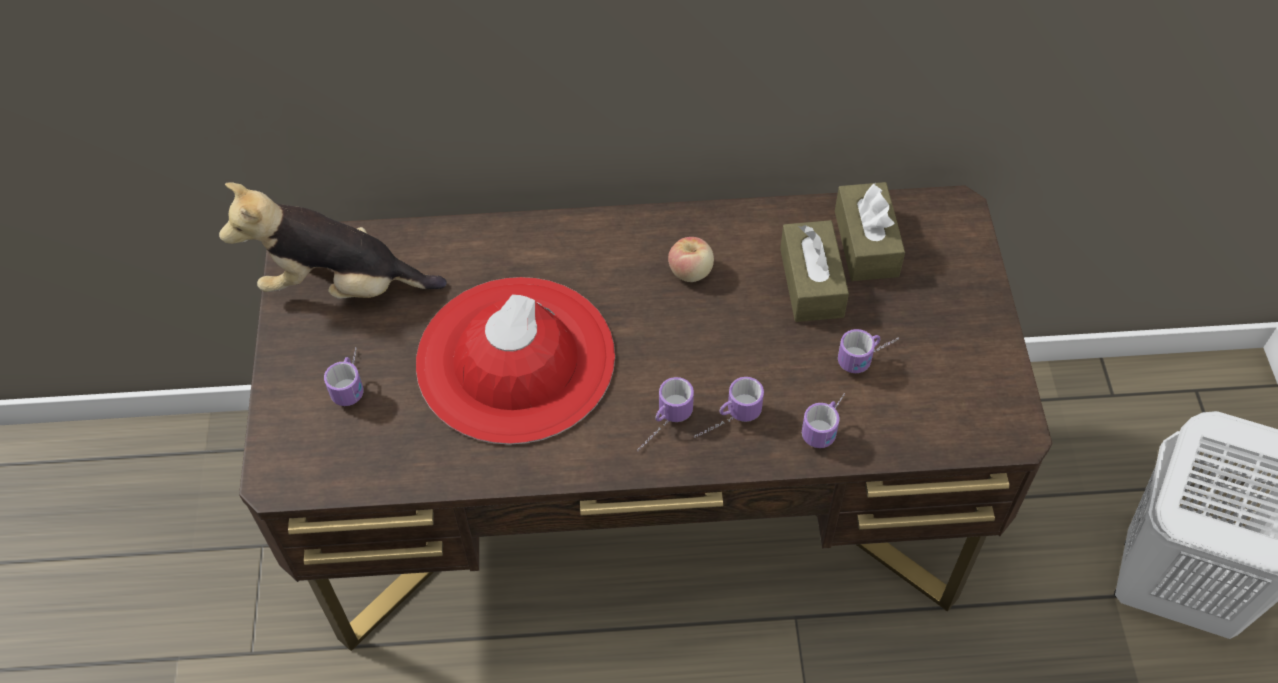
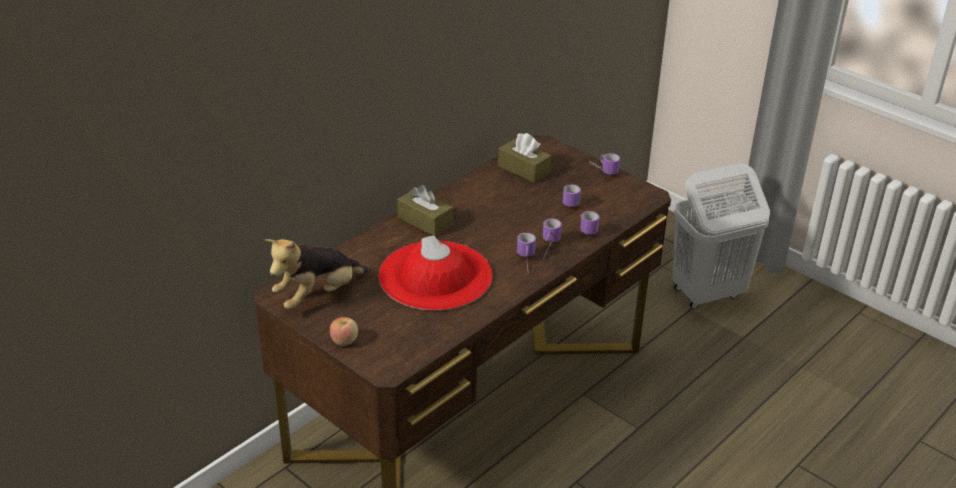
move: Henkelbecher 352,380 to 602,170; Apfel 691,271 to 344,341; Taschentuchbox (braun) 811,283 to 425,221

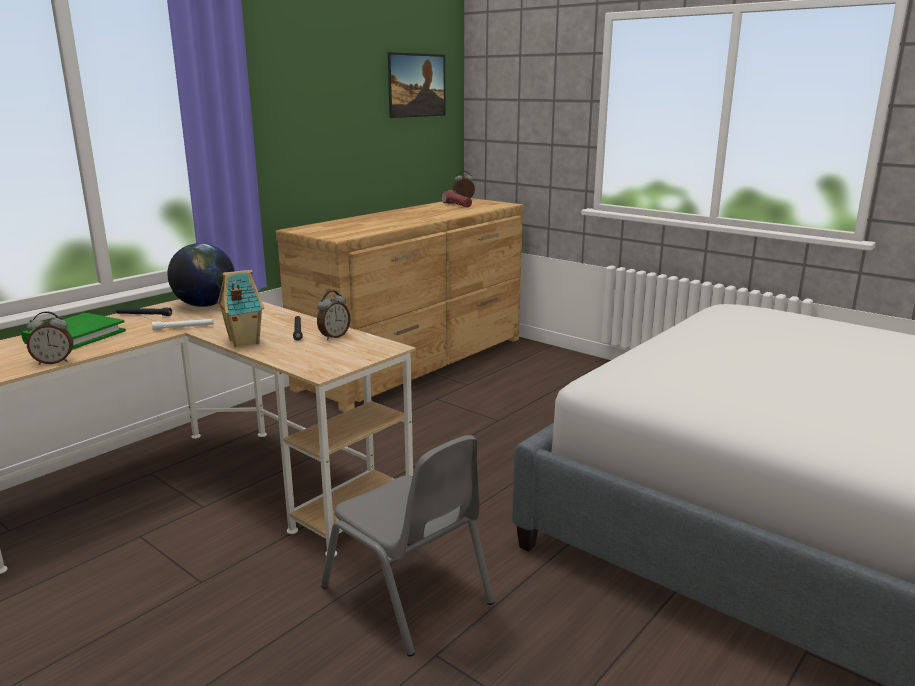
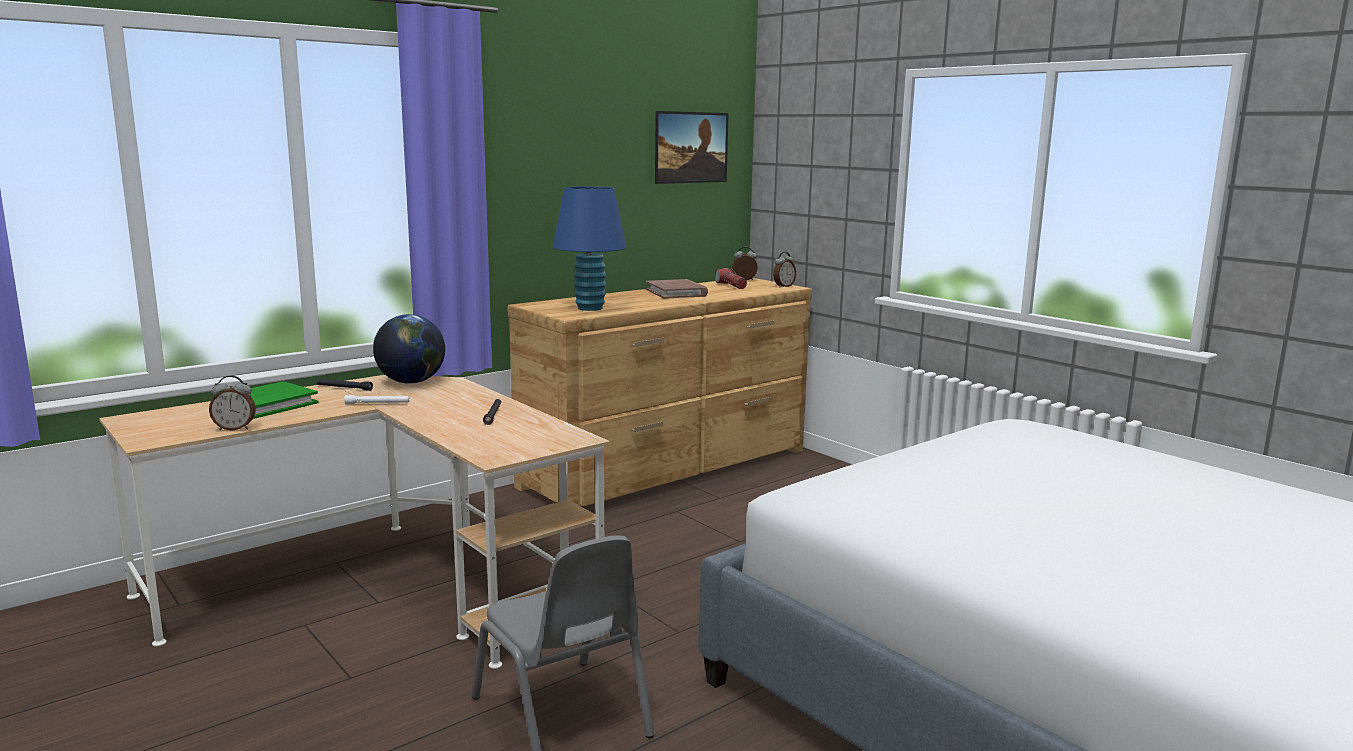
delete: Spielzeughaus 243,342
insert: Tischlampe (blau) 590,308; Buch (braun) 676,292
move: Wecker 334,336 to 783,286

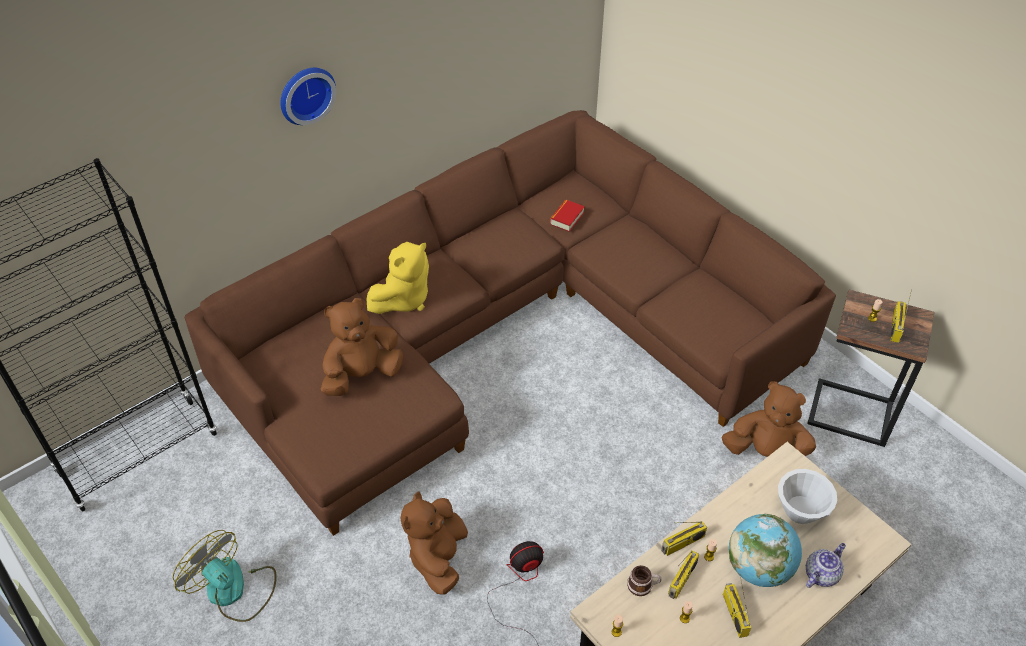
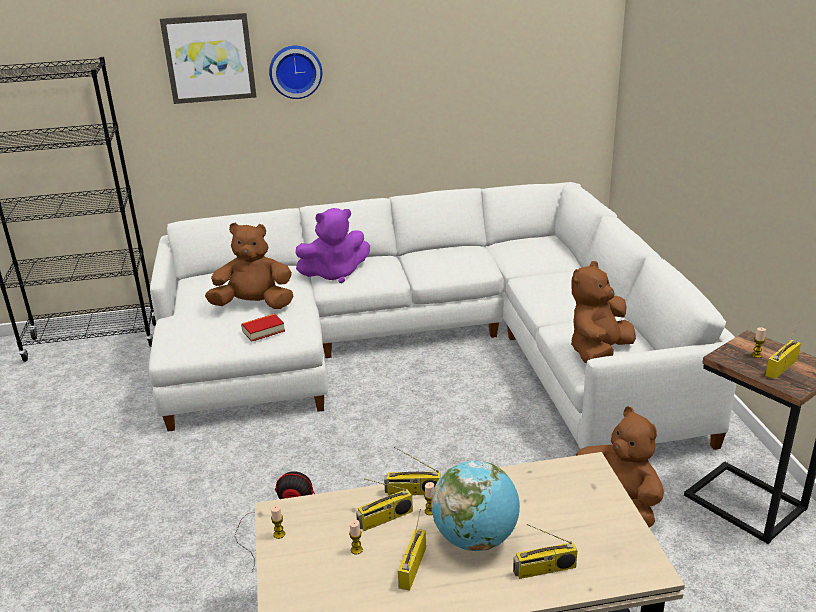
delete: Ventilator 234,590; Henkelbecher 643,585; Schüssel (weiß) 800,511
insert: Bild 209,58
move: Plüschtier (braun) 438,557 to 598,353; Buch 567,218 to 263,331
replace: Teekanne 821,574 to Radio 544,570
recolor: Sofa (braun) 503,334 to Sofa (weiß) 428,348; Plüschtier (gelb) 403,299 to Plüschtier (lila) 335,274

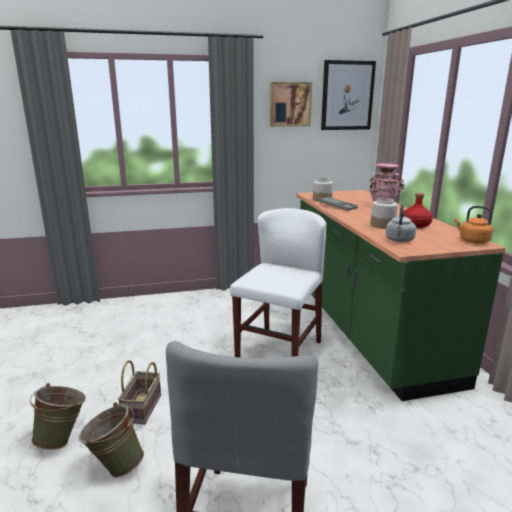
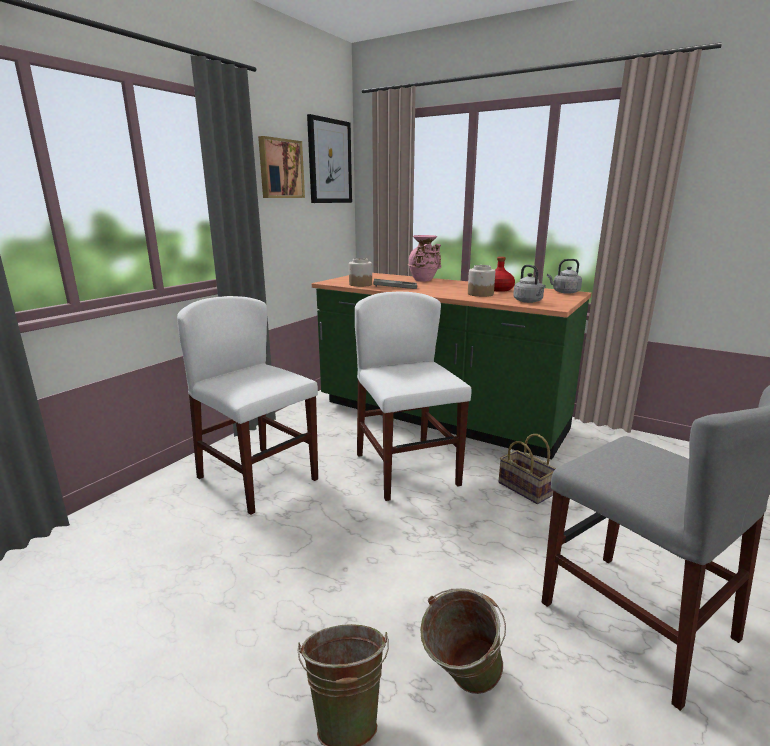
insert: Stuhl (weiß) 258,478
move: Korb 142,409 to 527,489
recolor: Wasserkessel (orange) 472,241 to Wasserkessel (grau) 564,292

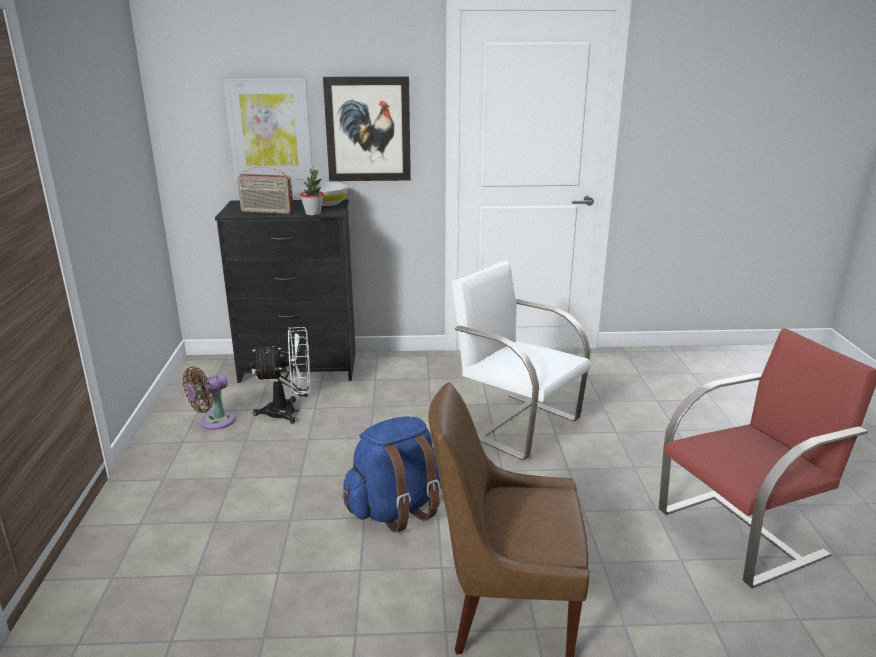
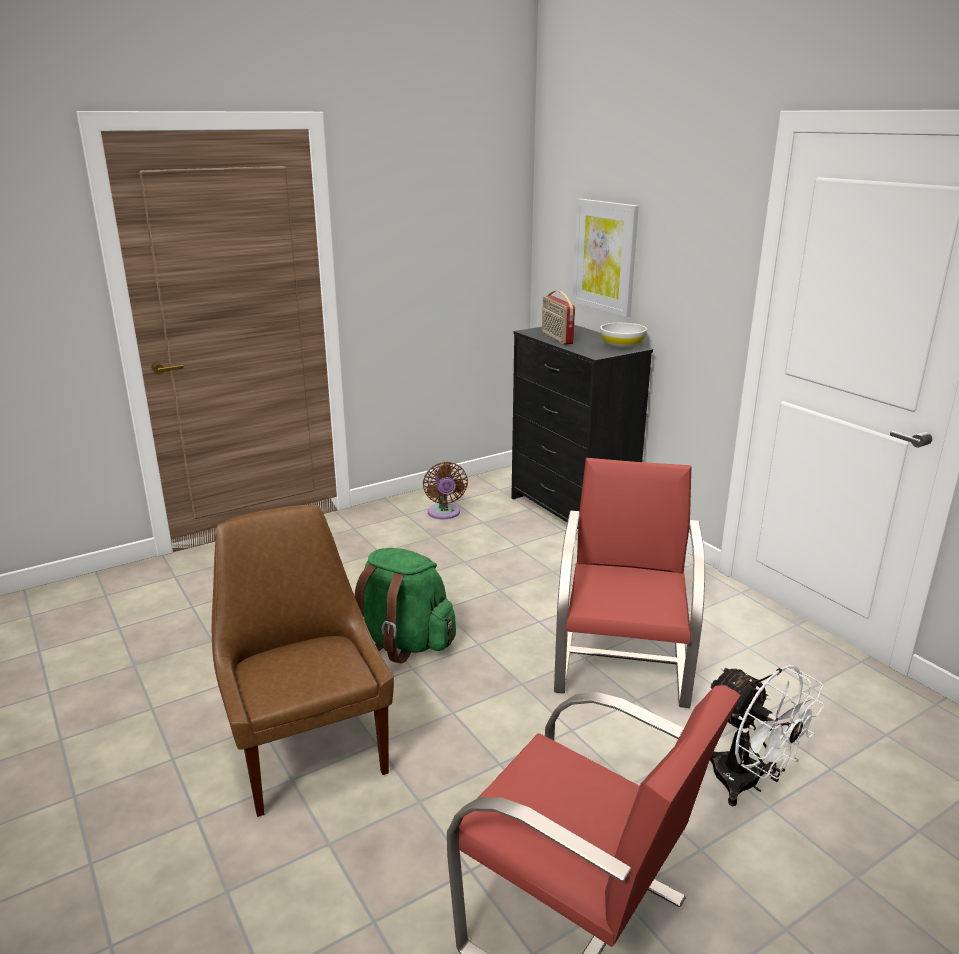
delete: Topfpflanze 313,213; Bild 368,129
move: Ventilator (weiß) 289,412 to 747,783
recolor: Rucksack (blau) 396,509 to Rucksack (grün) 403,643; Stuhl (weiß) 516,424 to Stuhl (rot) 623,666
rotate: Ventilator (braun) 213,422 = 444,514 120 degrees counterclockwise

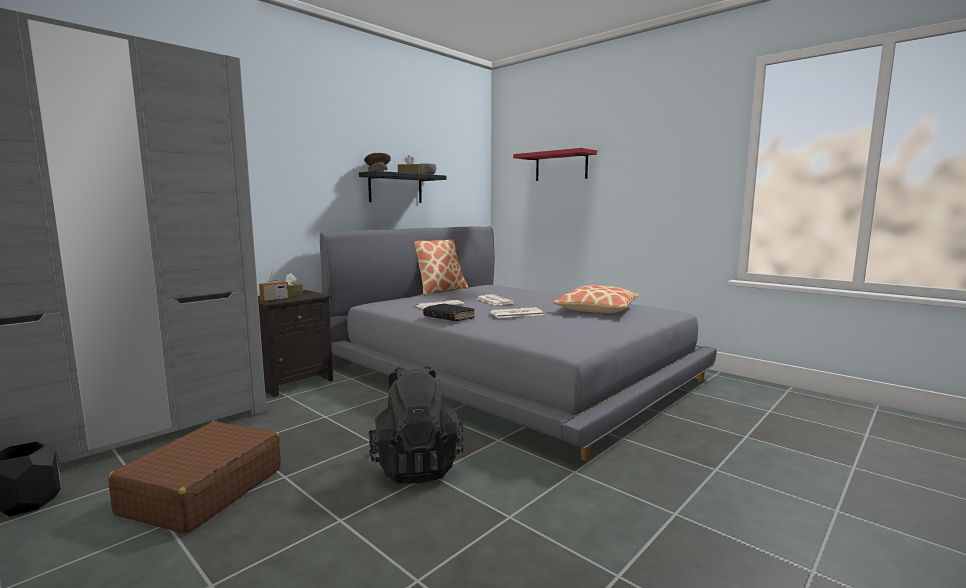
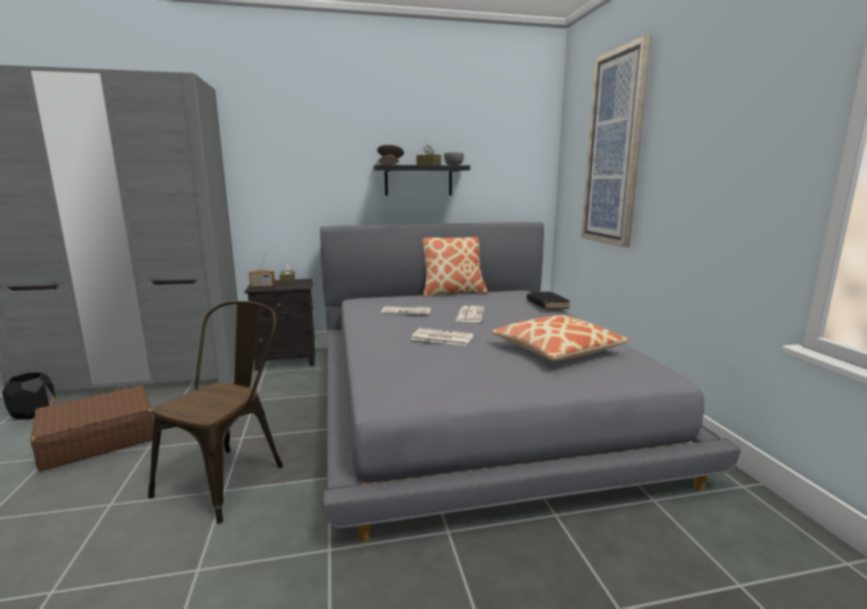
move: Buch (schwarz) 449,318 to 547,305
replace: Rucksack (schwarz) 416,466 to Stuhl (braun) 229,476; Wandregal (rot) 561,166 to Bild 614,149

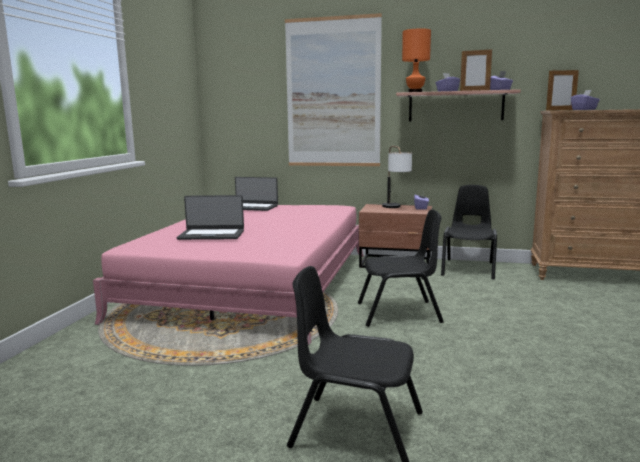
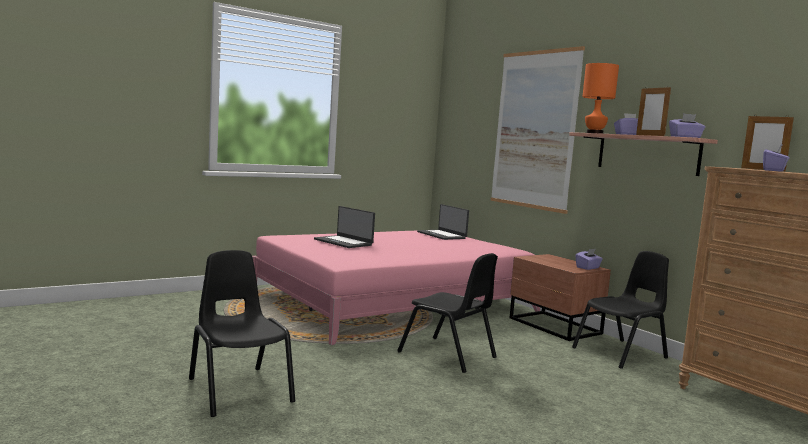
delete: Tischlampe 395,208

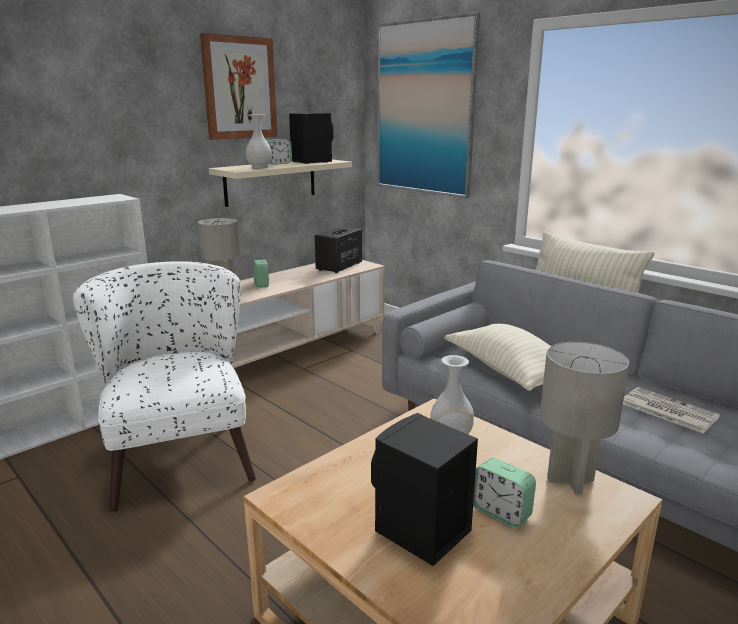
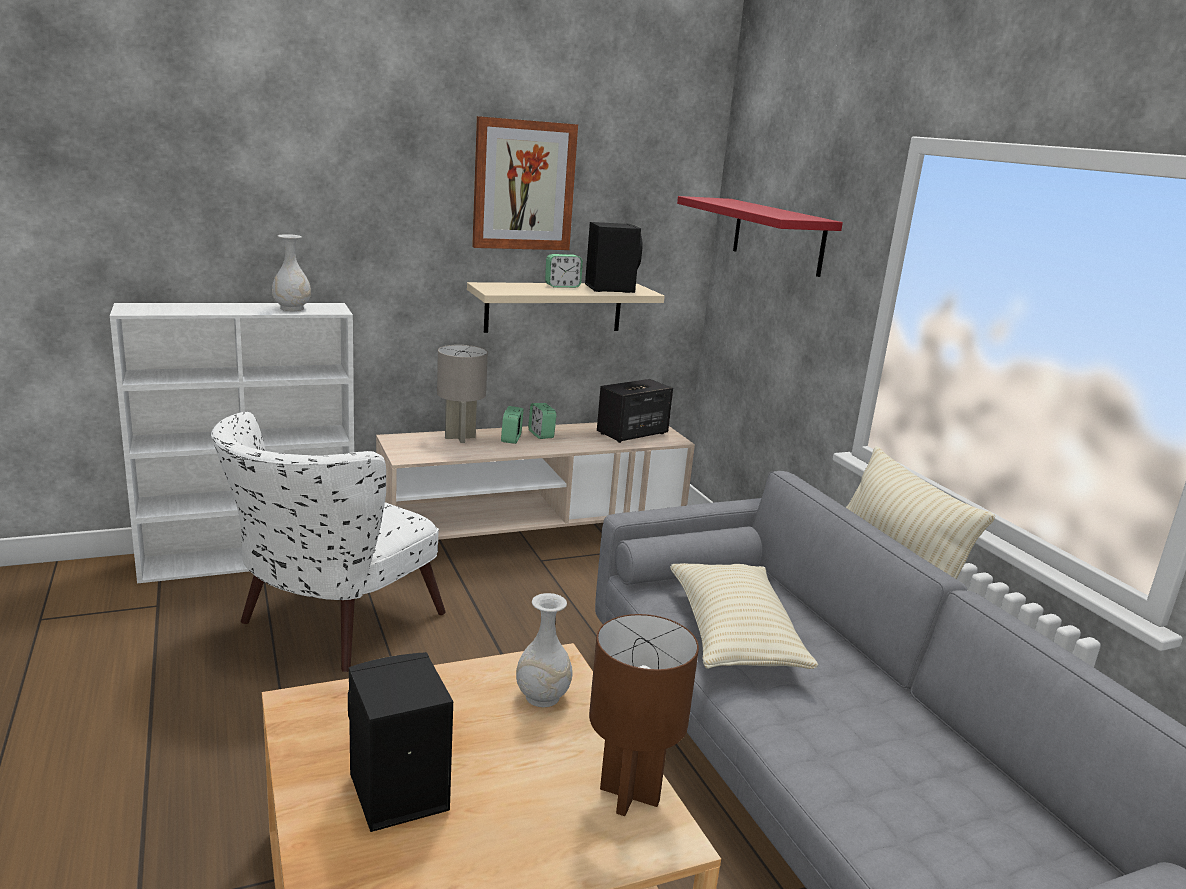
delete: Zeitung 667,410
move: Vase (weiß) 259,167 to 292,308; Wecker 501,513 to 541,434
replace: Bild 424,108 to Wandregal (rot) 778,236
recolor: Tischlampe (grau) 569,480 to Tischlampe (braun) 628,795
rotate: Sessel (weiß) 180,452 = 327,626 150 degrees counterclockwise

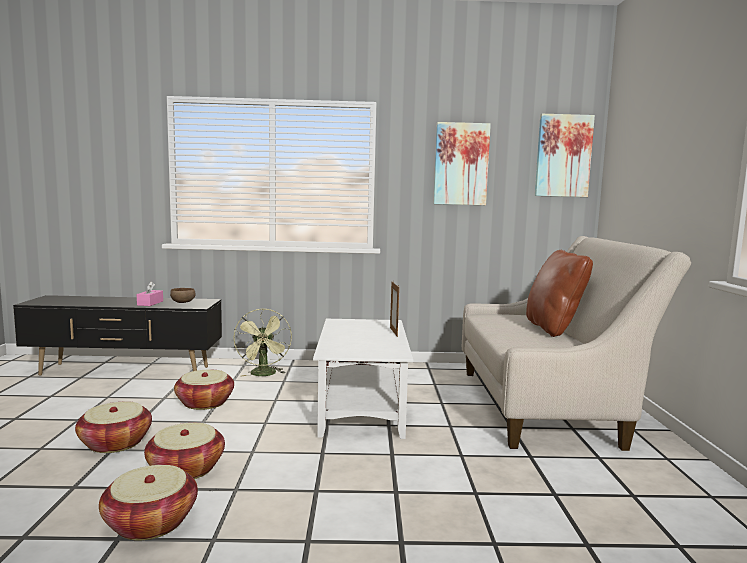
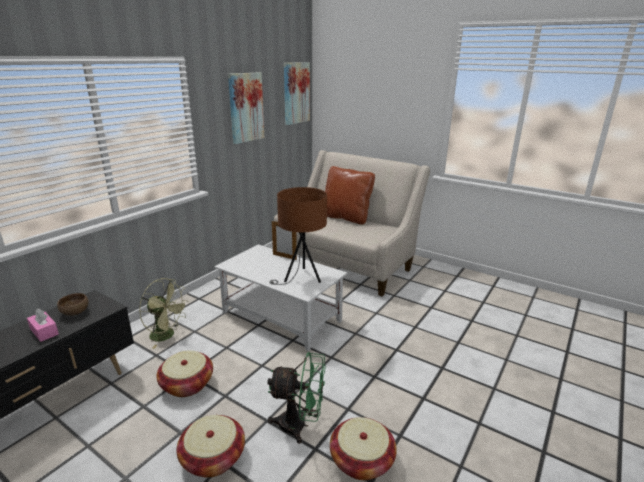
insert: Tischlampe (braun) 300,278
replace: Korb 186,469 to Ventilator (grün) 300,425

